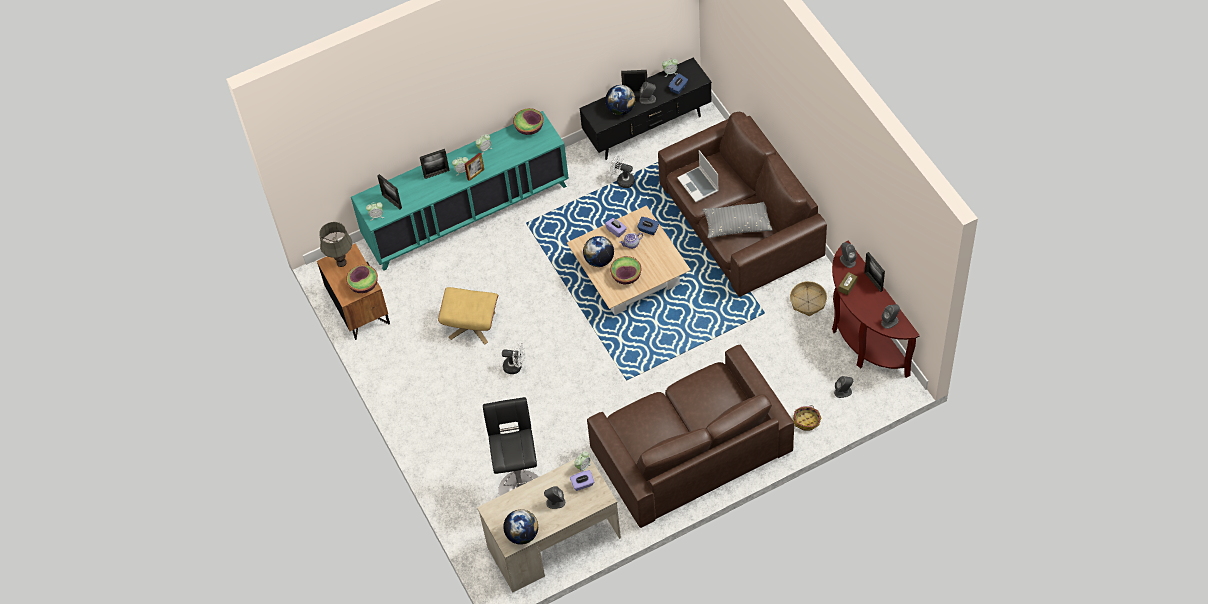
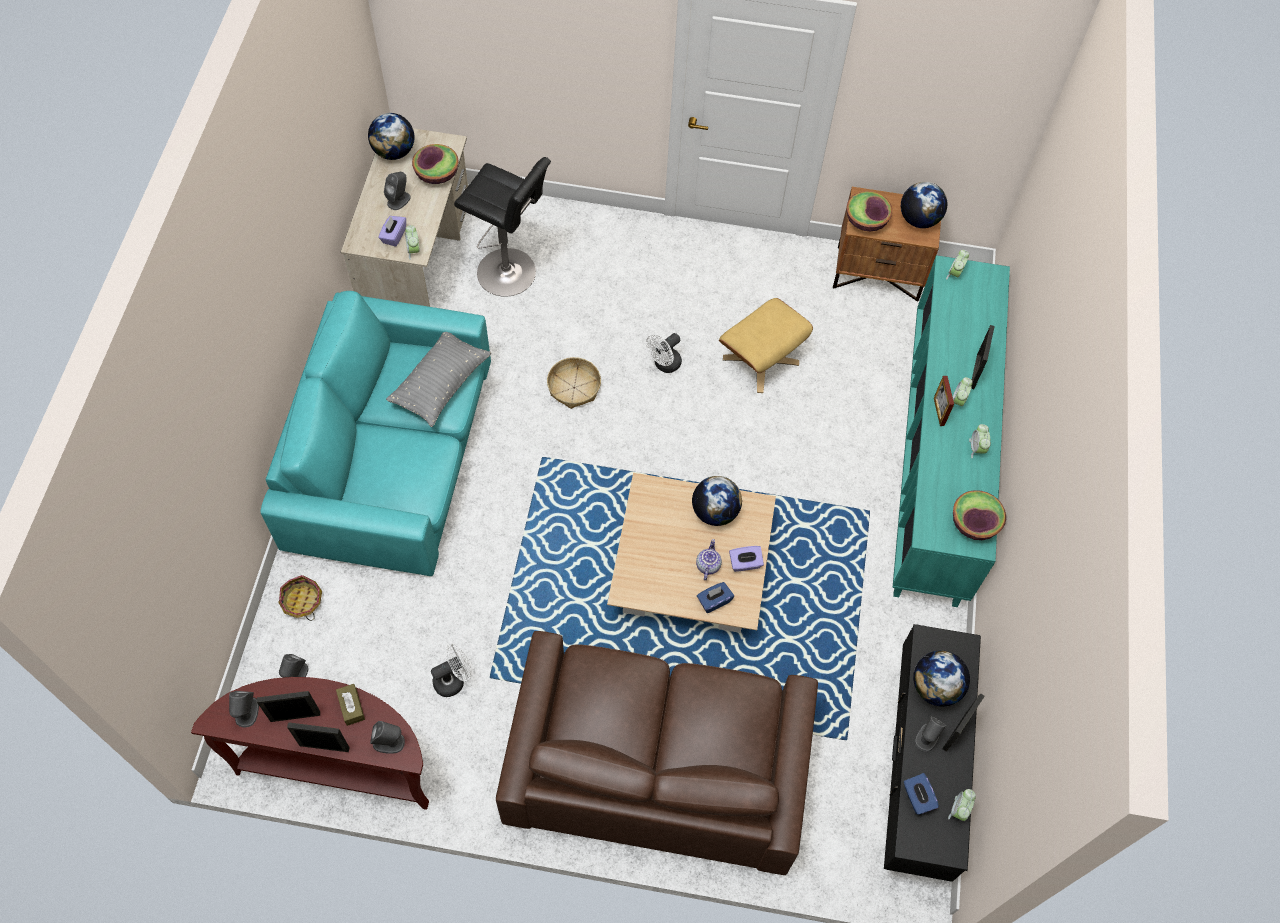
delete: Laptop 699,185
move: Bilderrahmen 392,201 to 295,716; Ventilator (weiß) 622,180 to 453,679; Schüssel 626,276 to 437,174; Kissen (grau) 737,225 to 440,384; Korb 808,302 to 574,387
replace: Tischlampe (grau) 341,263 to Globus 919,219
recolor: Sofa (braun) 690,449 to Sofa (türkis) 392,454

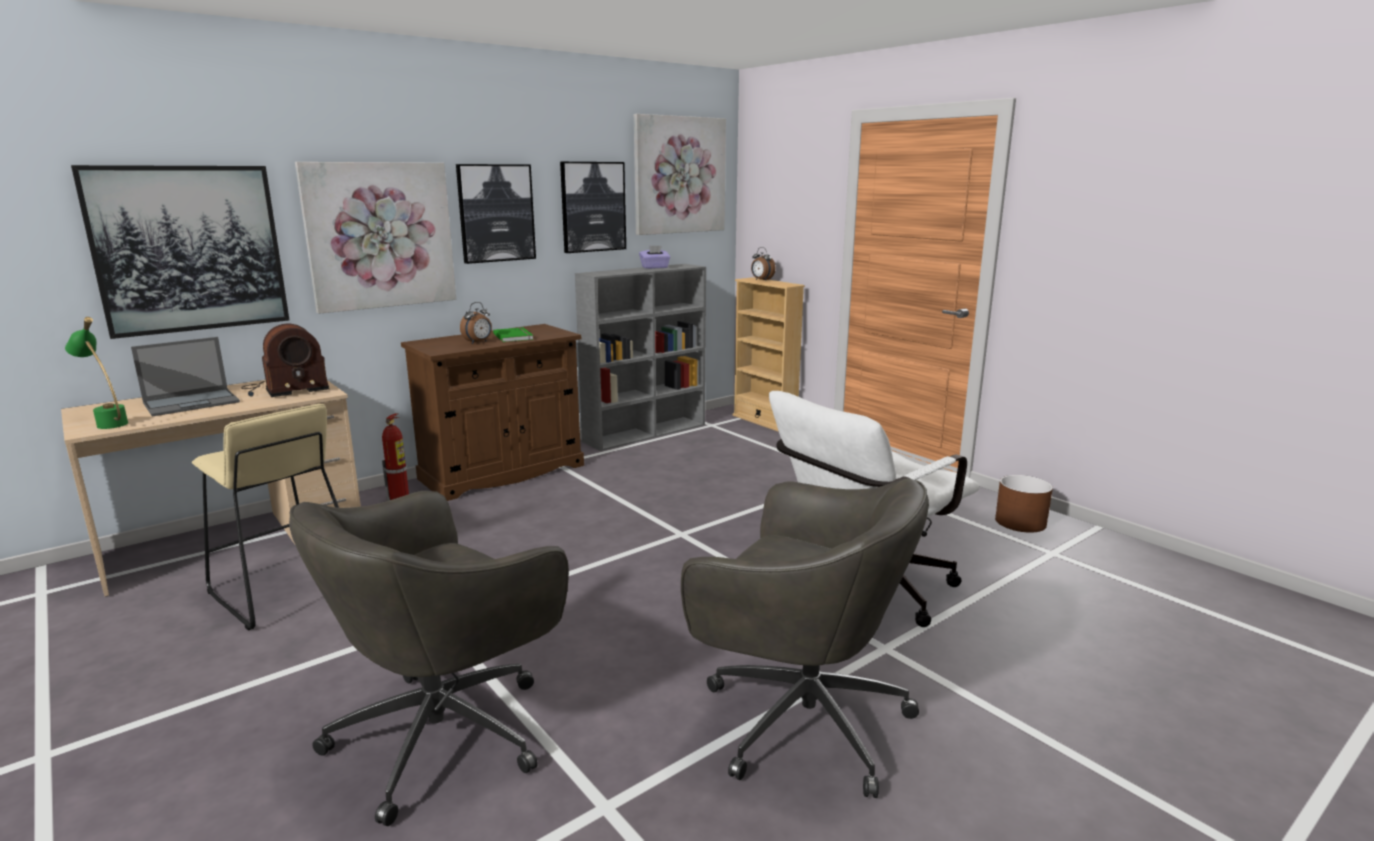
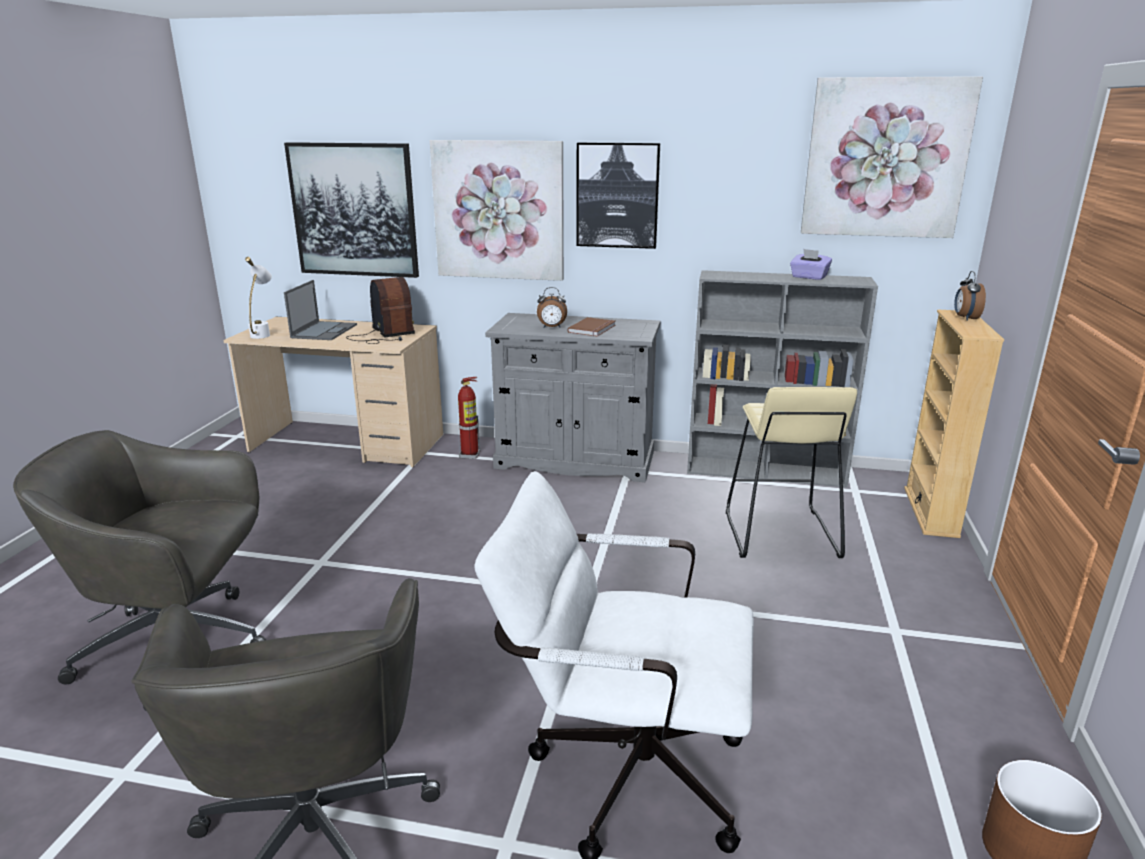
delete: Bild 593,207
move: Hocker (beige) 283,589 to 779,533
recolor: Tischlampe (grün) 108,422 to Tischlampe (weiß) 263,333; Schrank (braun) 502,472 to Schrank (grau) 575,460; Buch (grün) 514,336 to Buch (braun) 593,329
rotate: Laptop 193,402 = 324,331 90 degrees counterclockwise; Radio 285,389 = 384,335 135 degrees counterclockwise

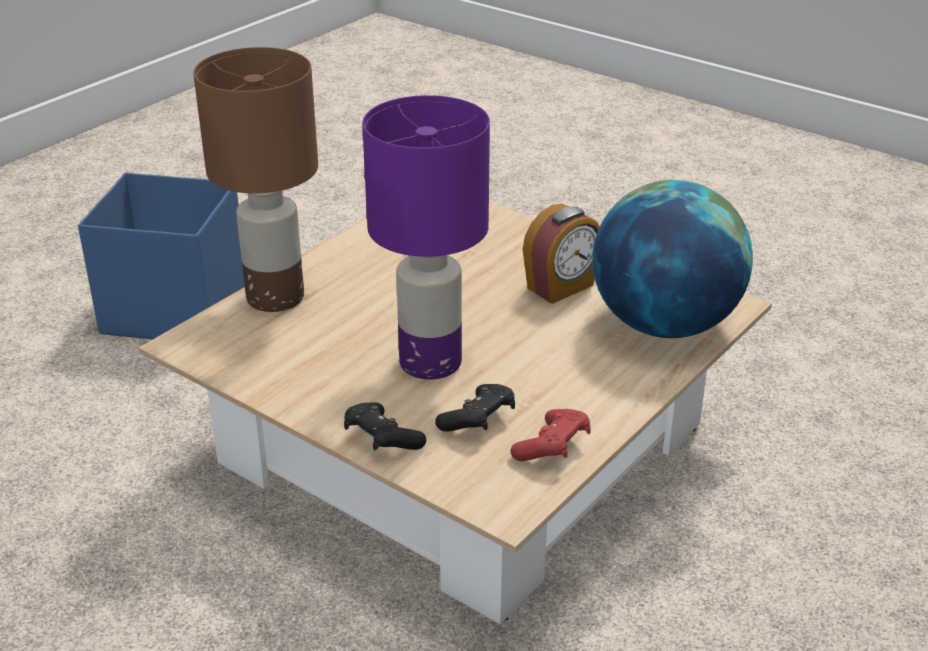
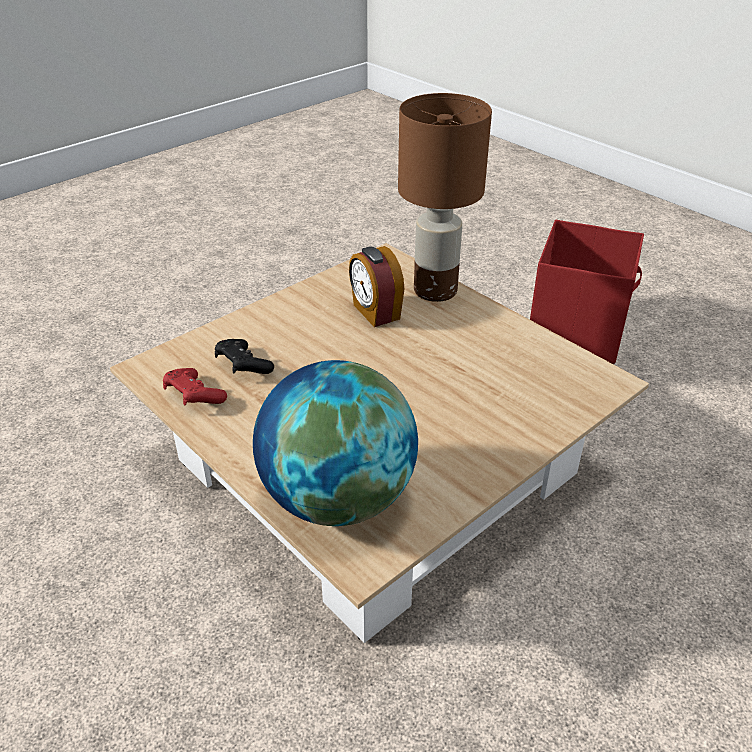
delete: Gamepad (schwarz) 382,440; Tischlampe (lila) 432,363
move: Wecker 561,287 to 375,312
recolor: Aufbewahrungsbox (blau) 174,310 to Aufbewahrungsbox (rot) 577,330

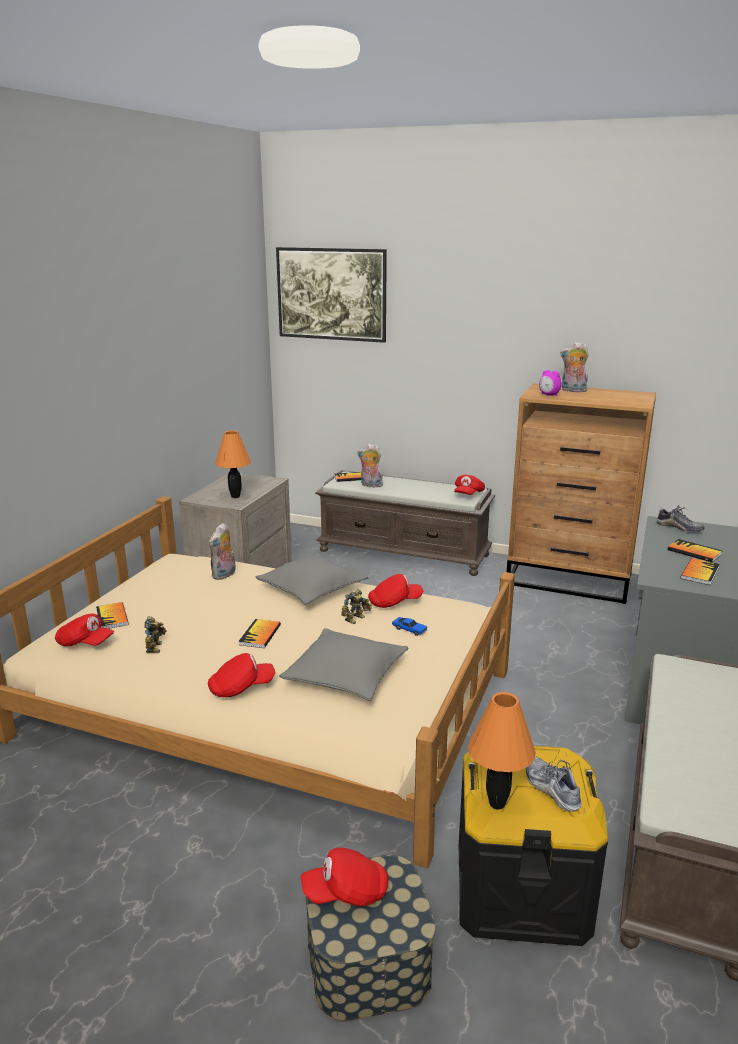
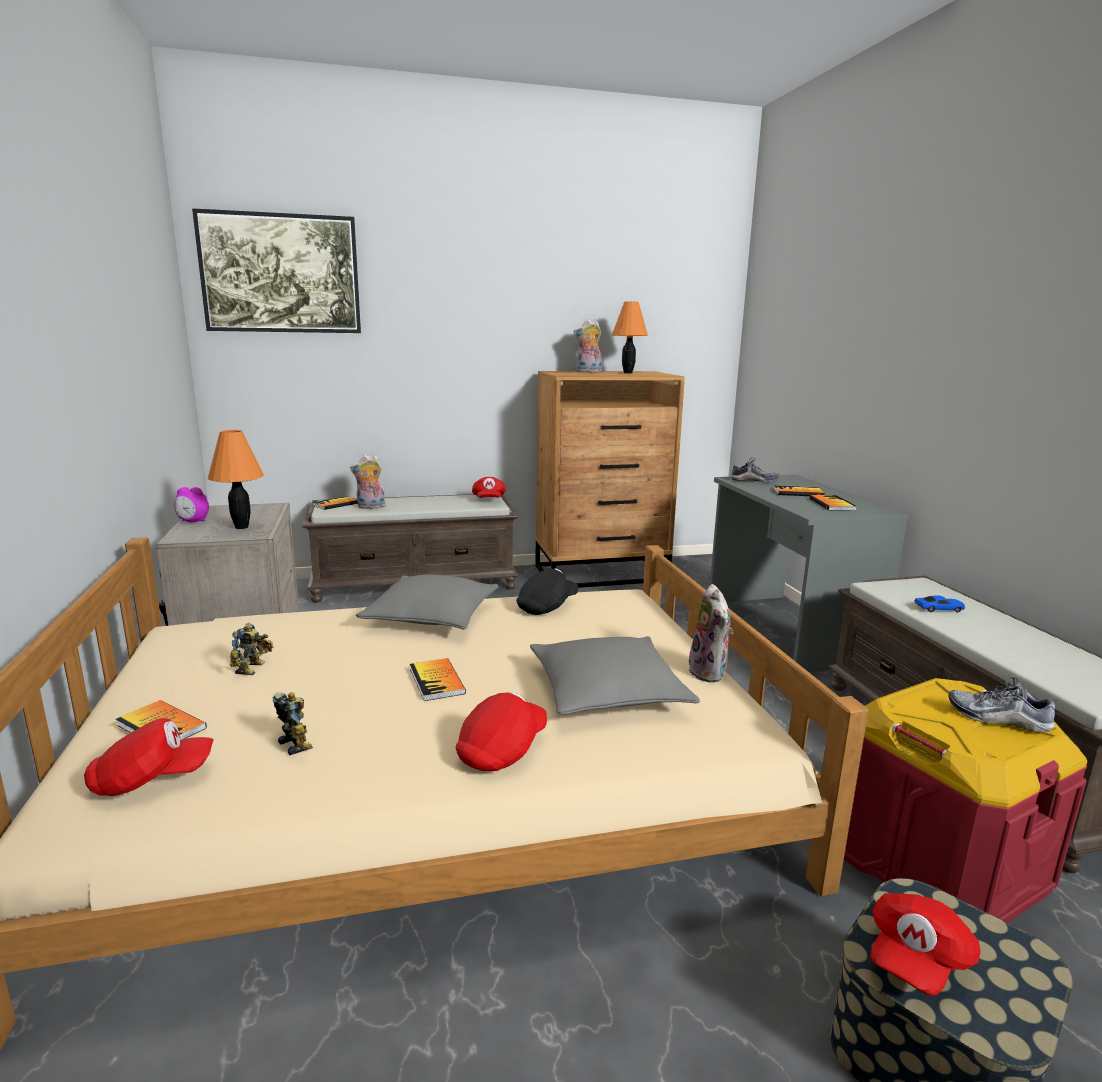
move: Plüschtier 224,575 to 710,673; Spielzeugroboter 356,619 to 253,668; Spielzeugauto 409,629 to 939,609; Tischlampe (orange) 496,803 to 627,373; Wecker 549,395 to 193,521
recolor: Kappe (rot) 394,602 to Kappe (schwarz) 547,606; Aufbewahrungsbox (schwarz) 521,890 to Aufbewahrungsbox (rot) 935,866

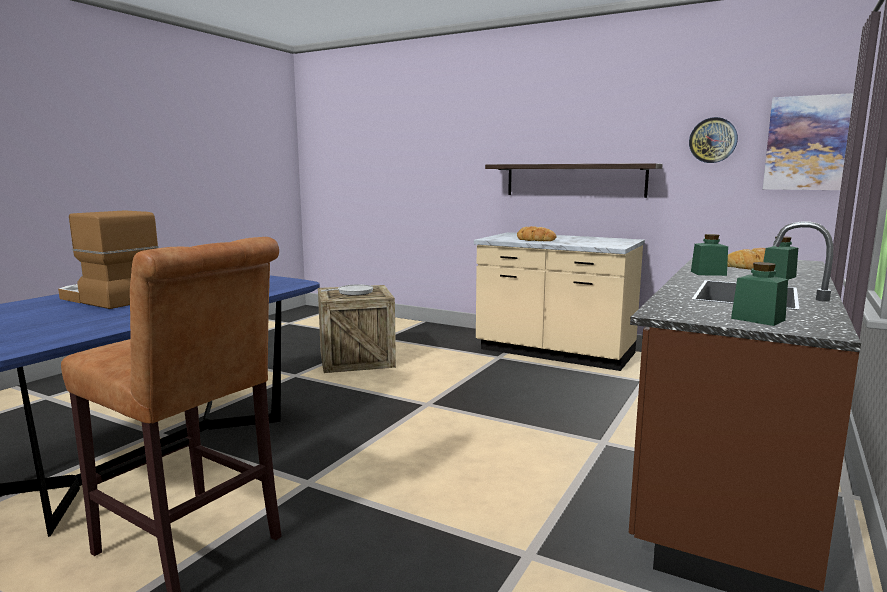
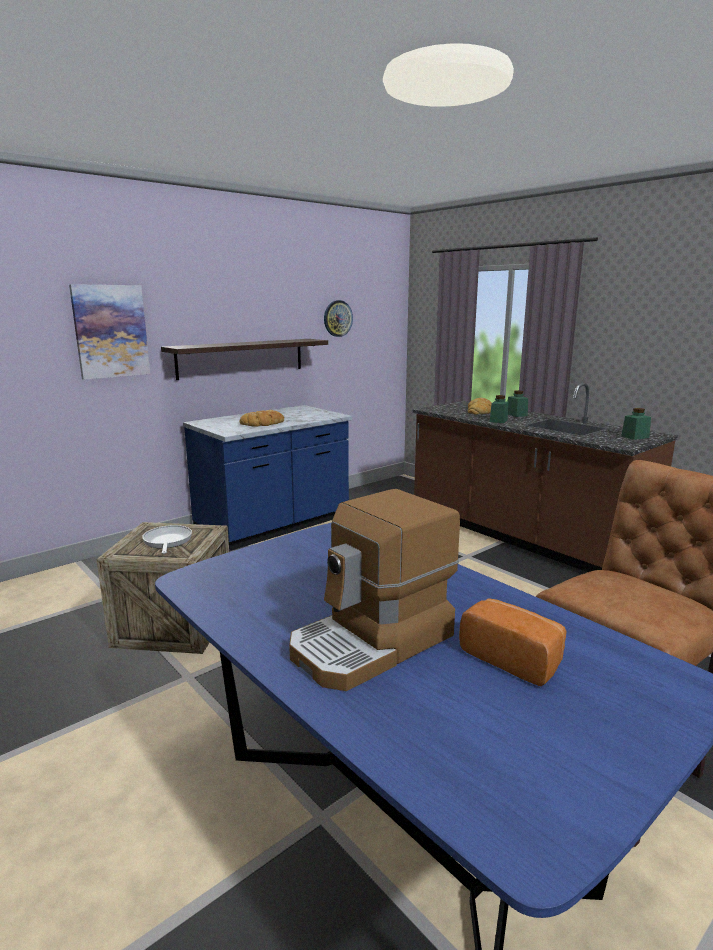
insert: Brot 512,658
move: Bild 806,143 to 110,331
recolor: Küchenzeile (beige) 554,352 to Küchenzeile (blau) 274,526

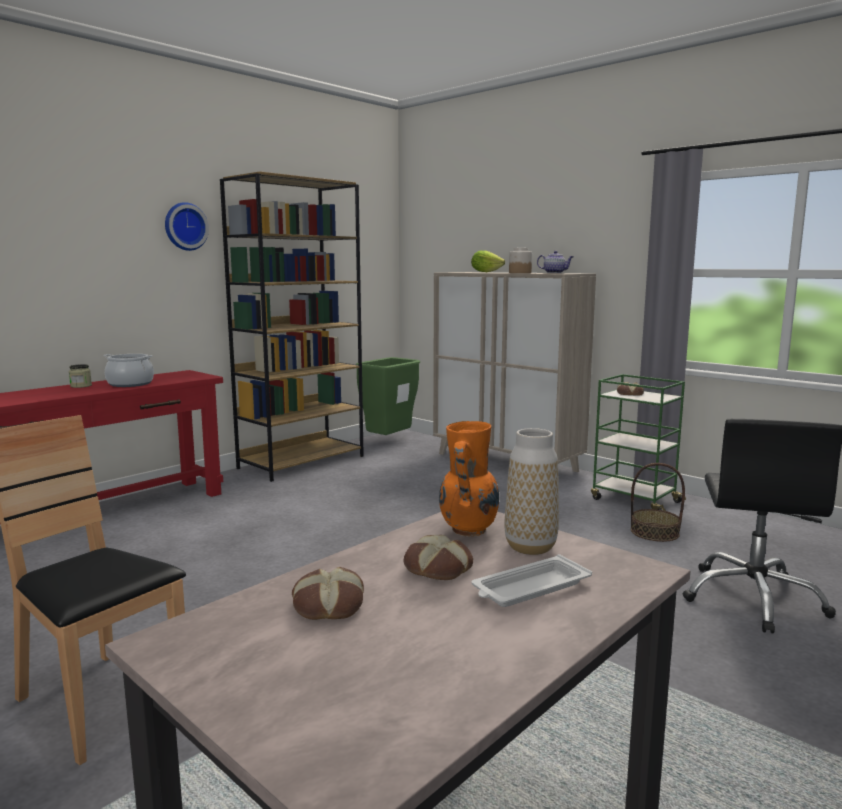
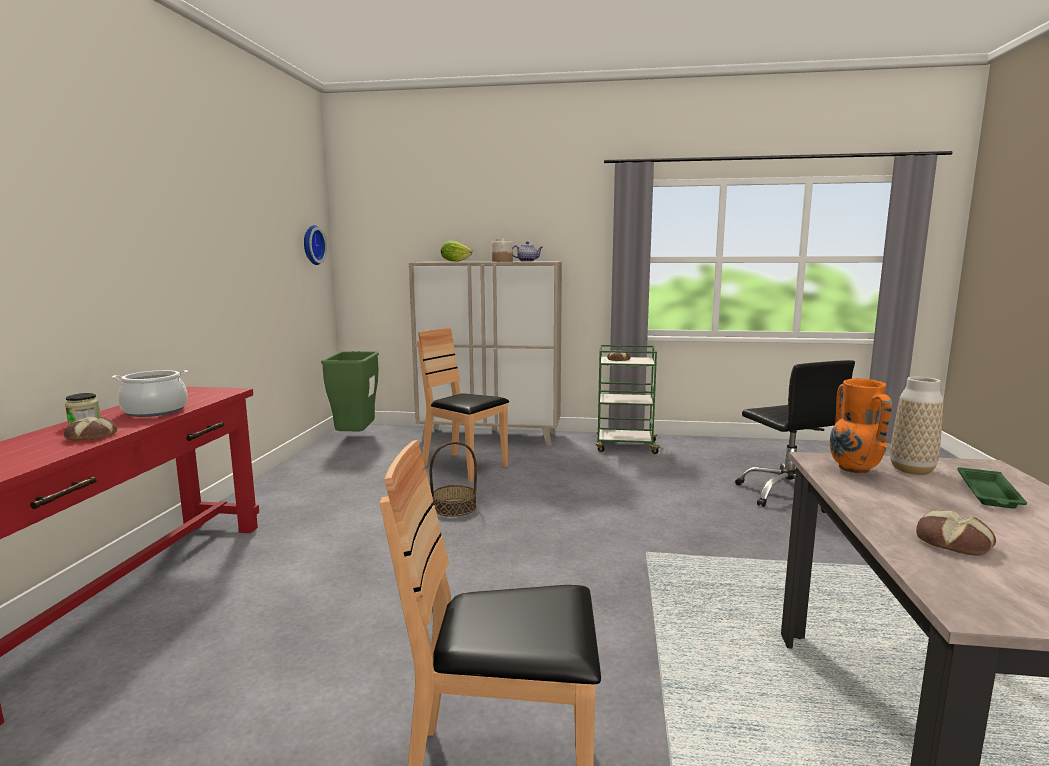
delete: Bücherregal (braun) 302,462
insert: Stuhl (braun) 464,467
move: Wanduhr 185,226 to 311,245; Brot 437,568 to 90,436; Korb 654,532 to 454,507
recolor: Tablett (weiß) 529,588 to Tablett (grün) 989,493

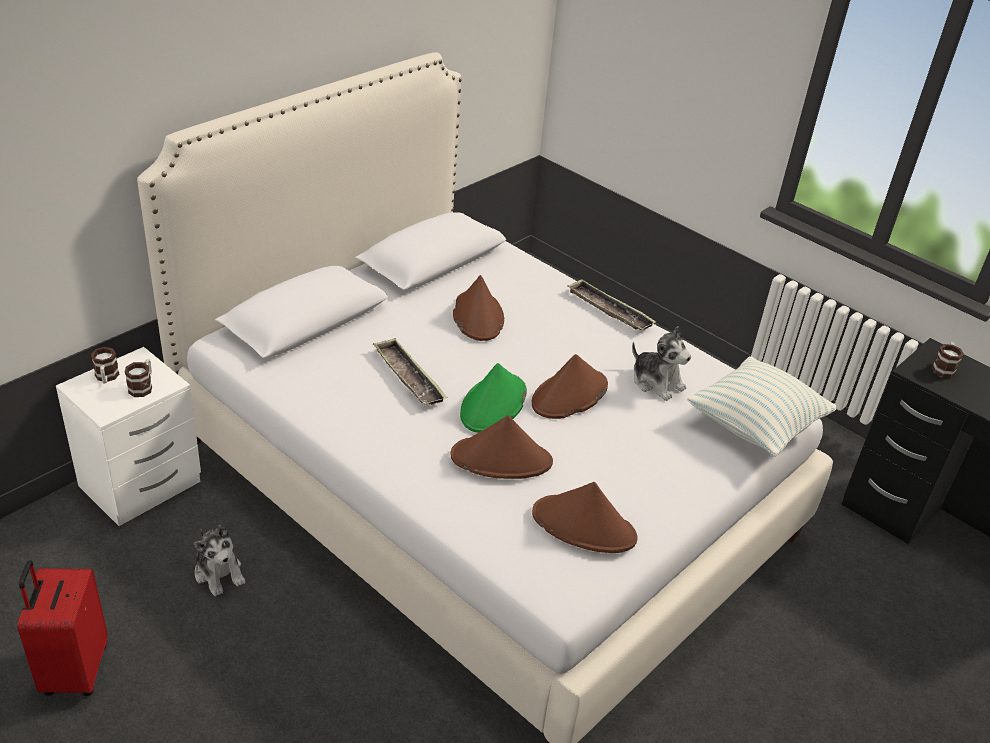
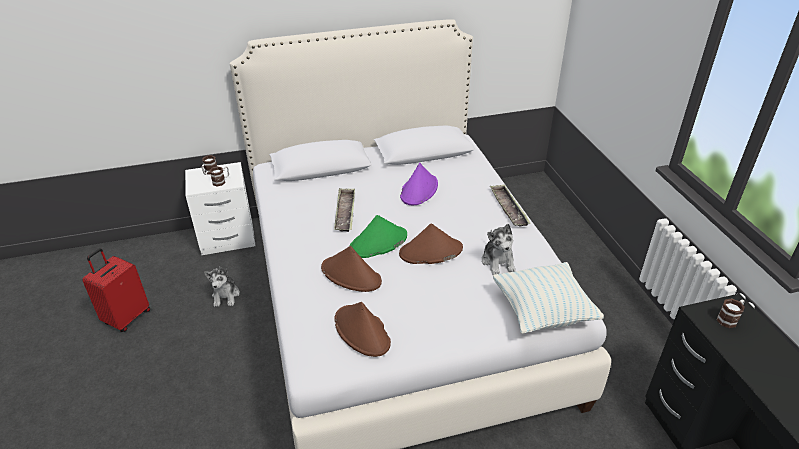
recolor: Hut (braun) 477,316 to Hut (lila) 419,190

